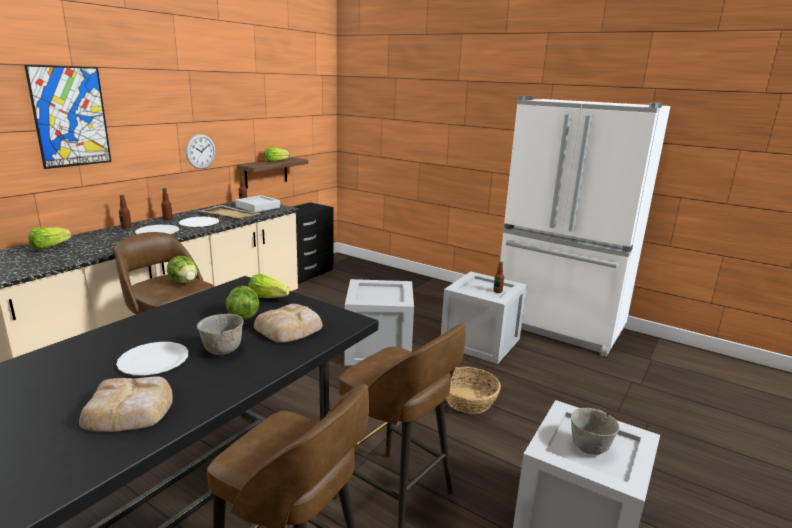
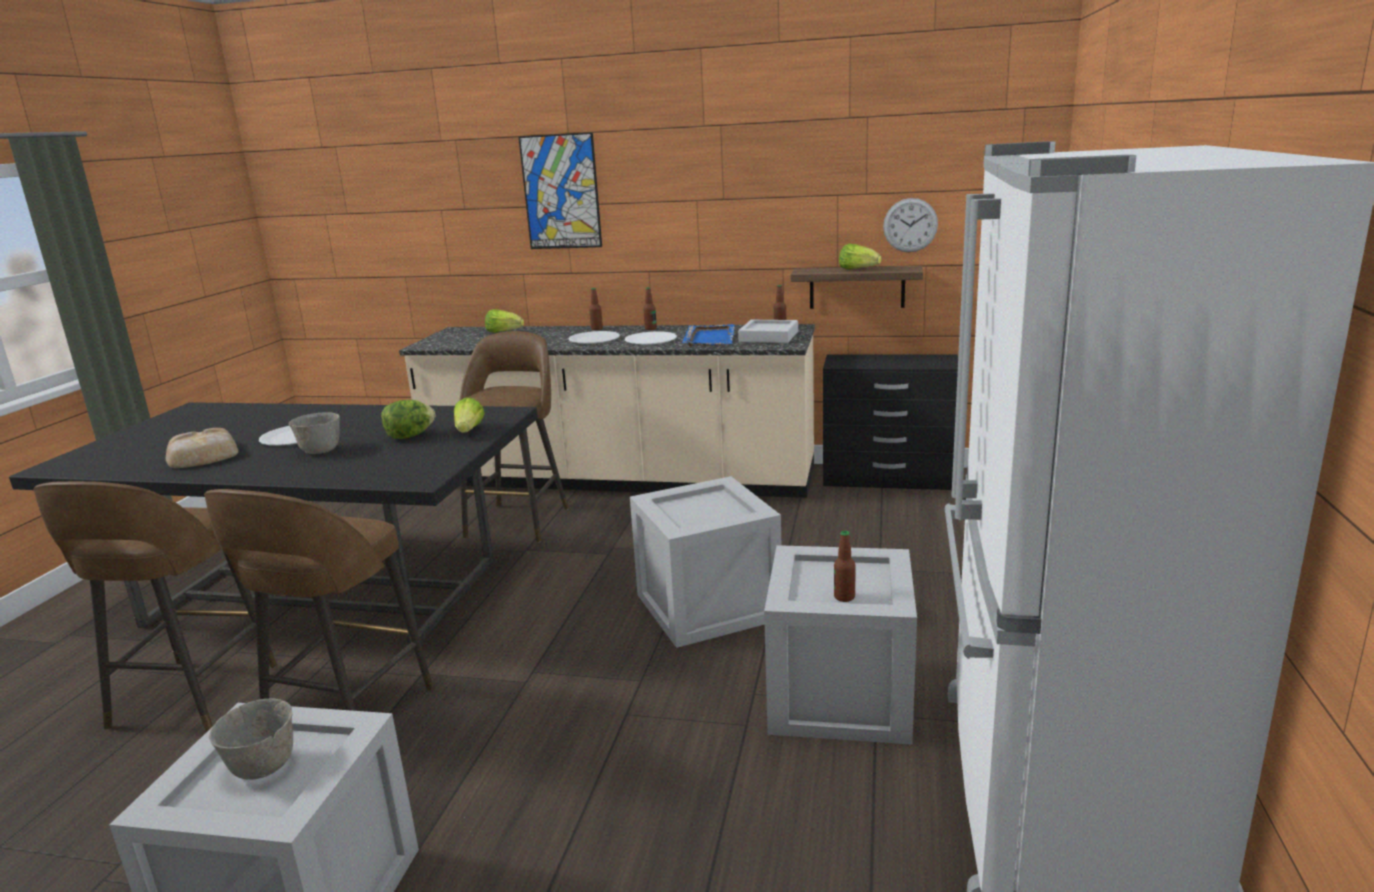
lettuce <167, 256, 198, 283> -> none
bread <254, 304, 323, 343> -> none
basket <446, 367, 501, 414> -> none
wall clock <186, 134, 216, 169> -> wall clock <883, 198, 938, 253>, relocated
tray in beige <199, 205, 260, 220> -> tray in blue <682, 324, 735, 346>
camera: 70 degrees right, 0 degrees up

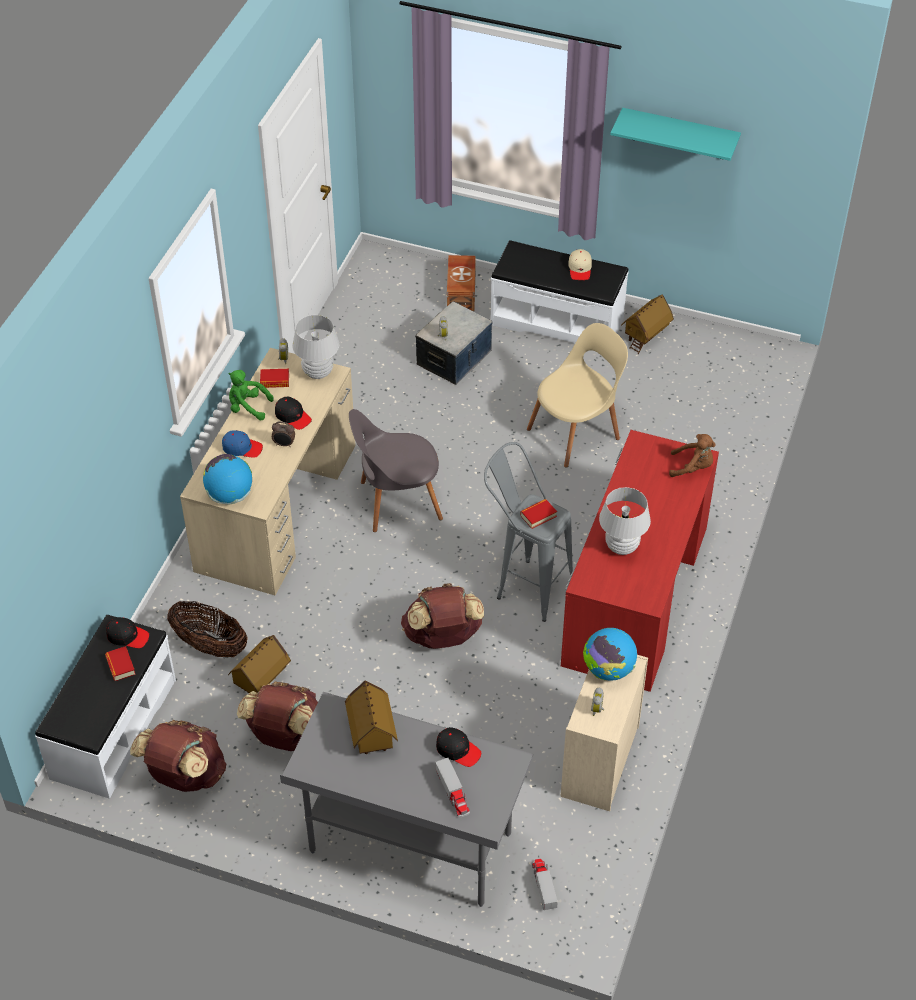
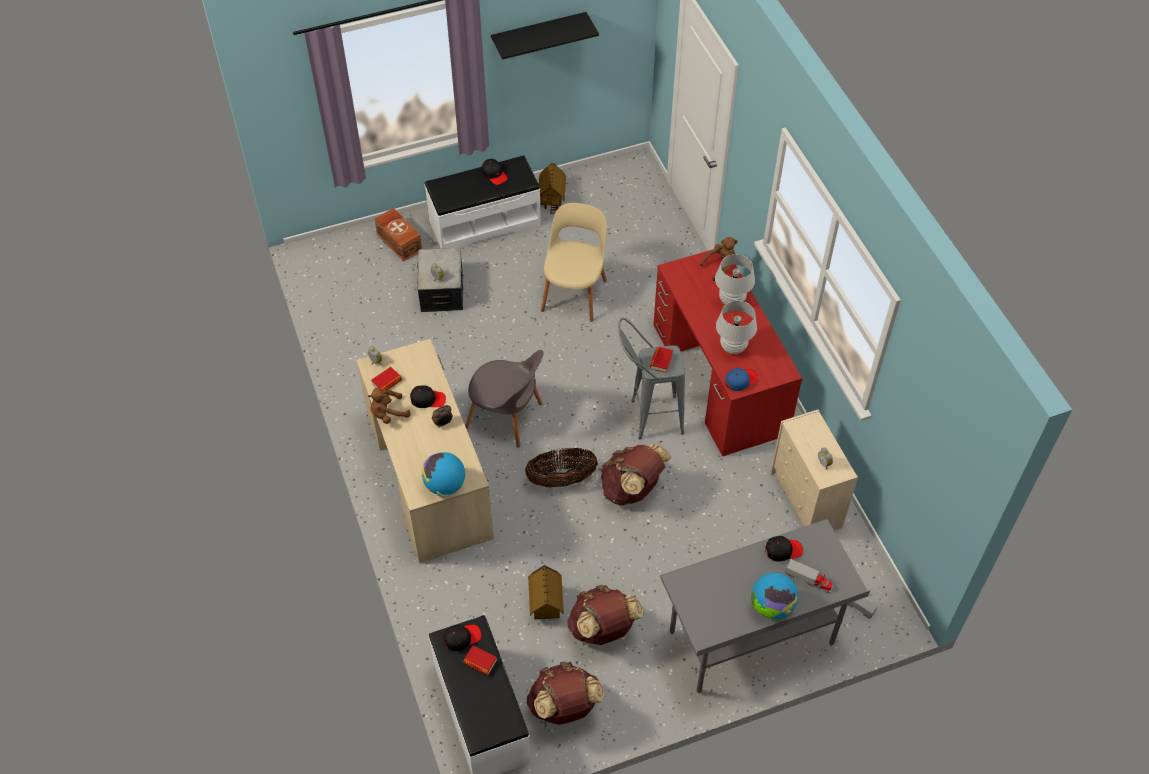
toy house <345, 680, 398, 754> -> none
basket <167, 601, 248, 657> -> basket <525, 448, 598, 488>, relocated
cap in blue <222, 430, 263, 458> -> cap in blue <725, 368, 758, 391>, relocated
table lamp in white <292, 315, 339, 379> -> table lamp in white <715, 254, 755, 305>, relocated
globe <583, 628, 637, 681> -> globe <751, 573, 798, 620>, relocated
plush toy in green <229, 370, 274, 421> -> plush toy in brown <368, 388, 411, 424>
cap in beige <568, 249, 592, 280> -> cap in black <482, 159, 508, 185>
shelf in turquoise <610, 108, 741, 161> -> shelf in black <491, 12, 599, 60>
chair in grey <349, 409, 443, 532> -> chair in grey <465, 350, 544, 448>, 105 degrees counterclockwise
camera: 40 degrees left, 5 degrees up

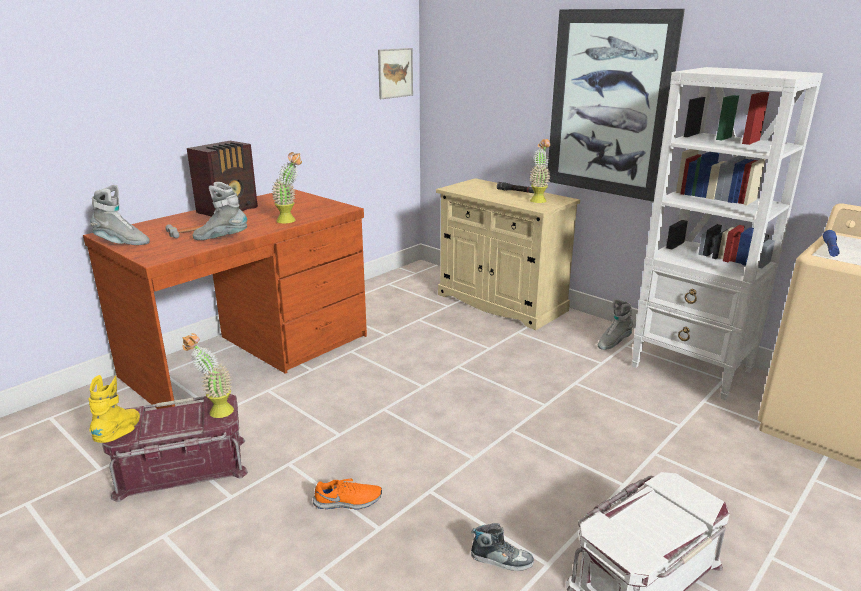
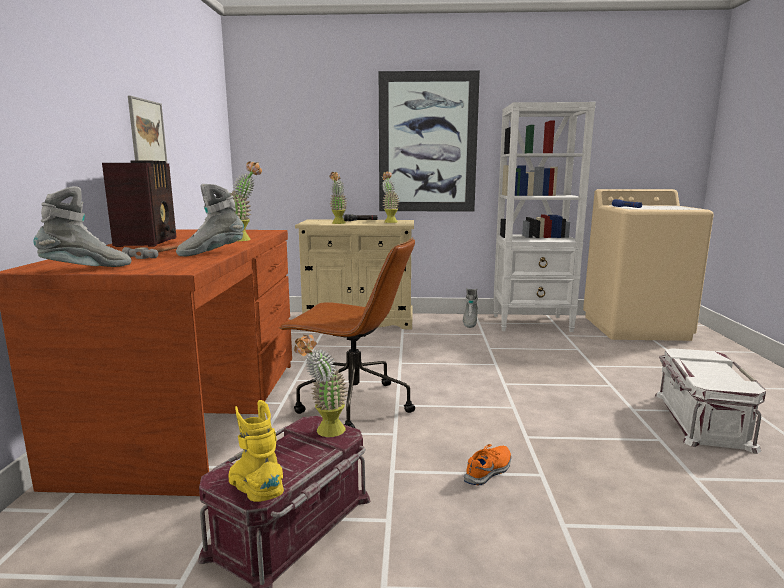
shoe <471, 523, 534, 571> -> none
none -> office chair in brown <279, 238, 415, 428>
none -> potted plant <329, 172, 347, 224>
picture <378, 48, 413, 99> -> picture <128, 96, 167, 163>, relocated
camera: 40 degrees left, 10 degrees down

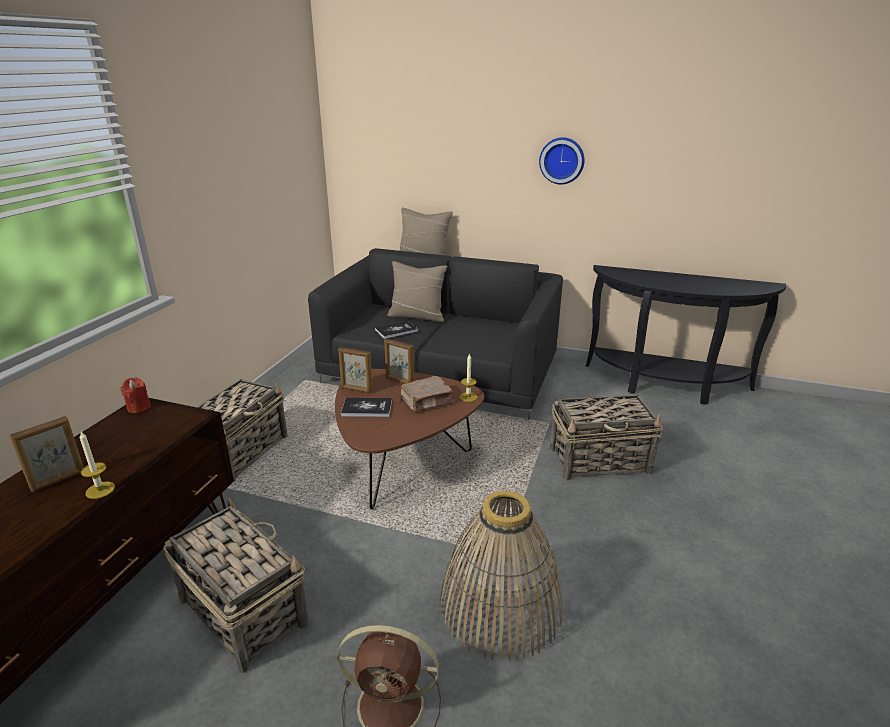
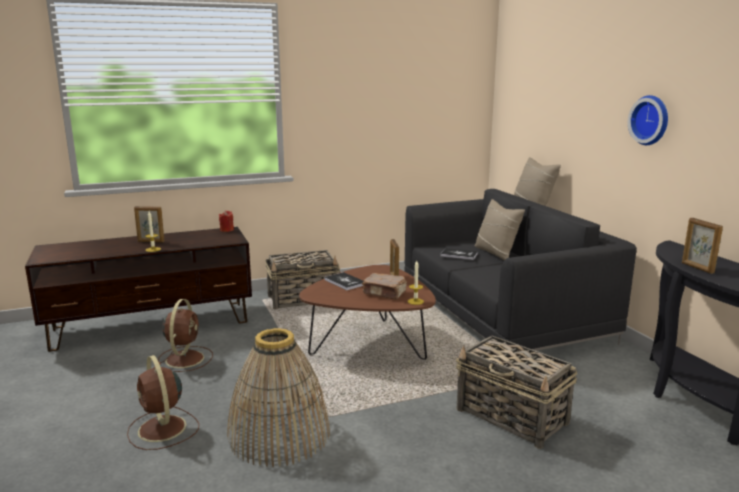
picture frame <338, 347, 373, 394> -> picture frame <682, 218, 723, 274>, relocated
basket <163, 498, 308, 673> -> fan in brown <158, 299, 213, 372>
camera: 50 degrees right, 10 degrees down

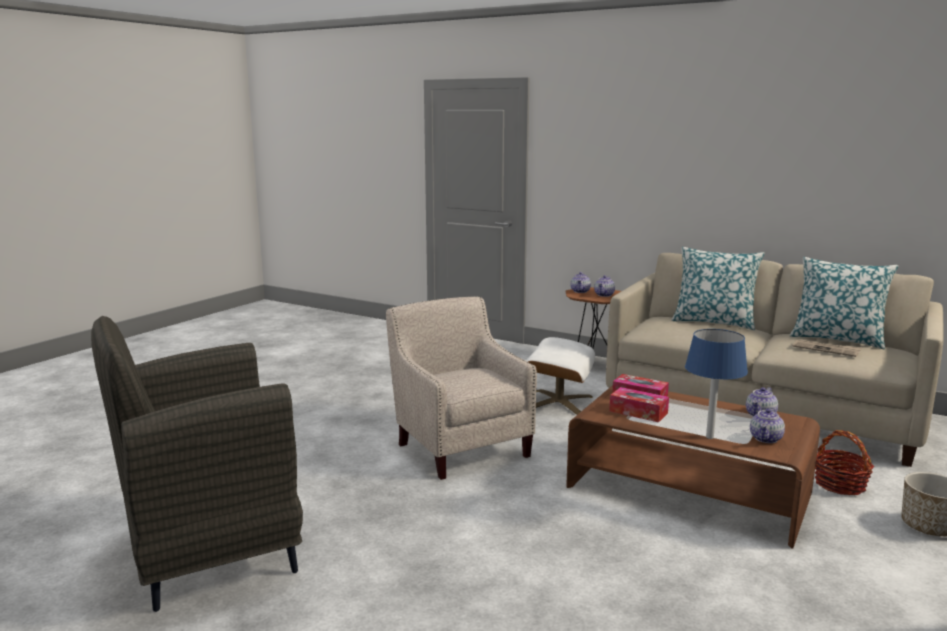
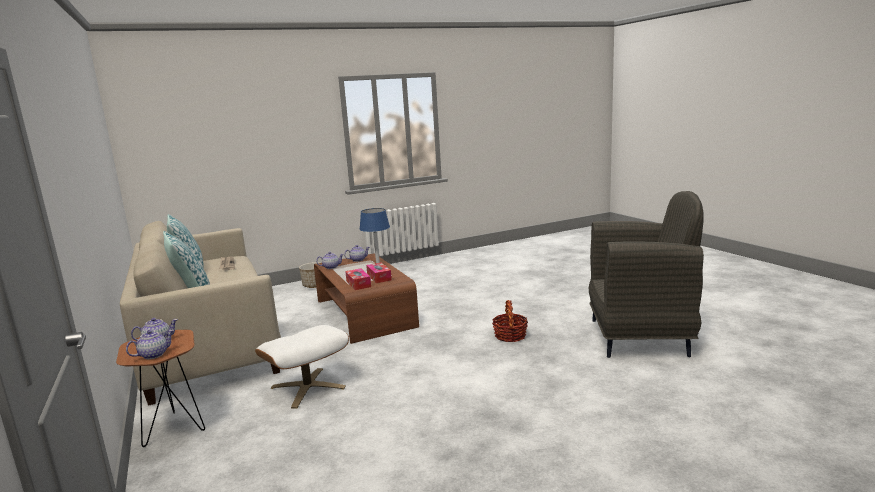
armchair in beige <386, 296, 537, 480> -> none
basket <815, 430, 874, 495> -> basket <492, 300, 528, 342>, relocated
camera: 145 degrees left, 0 degrees up

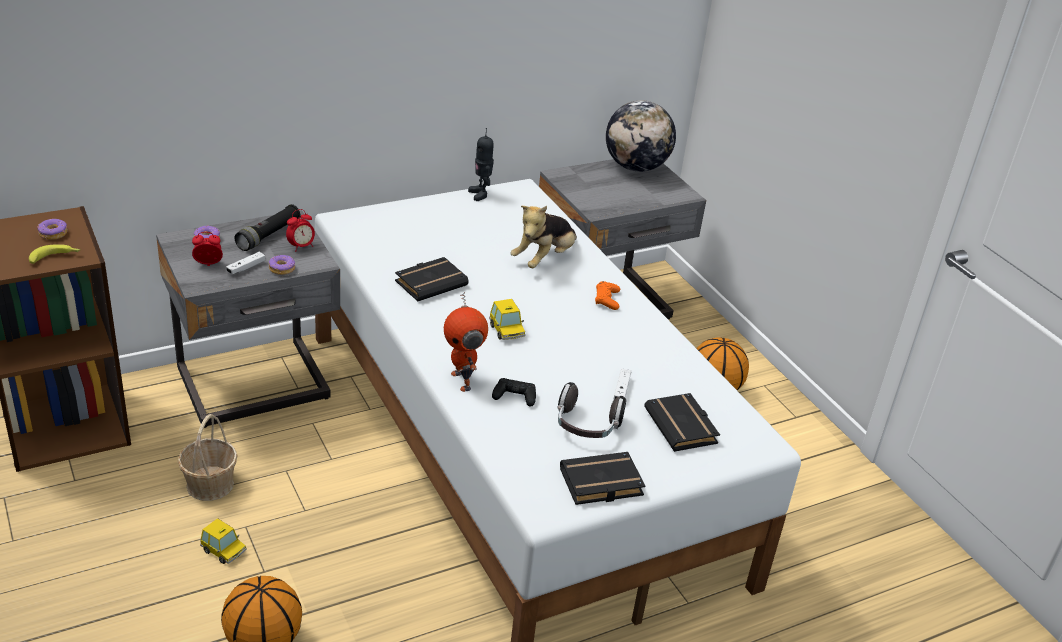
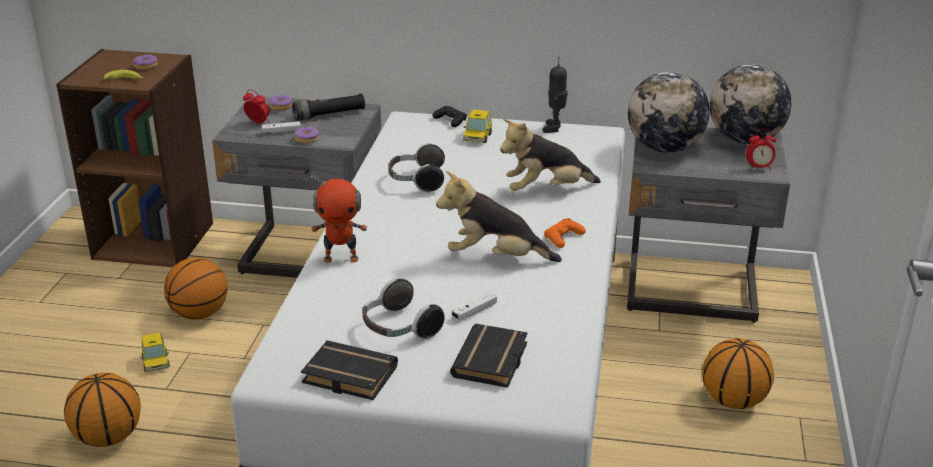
none -> plush toy <436, 171, 562, 262>
none -> globe <628, 72, 710, 153>
alarm clock <286, 209, 315, 252> -> alarm clock <746, 129, 776, 171>, relocated
toy car <489, 299, 525, 340> -> toy car <463, 109, 492, 143>, relocated
game controller in black <492, 378, 536, 407> -> game controller in black <432, 106, 467, 127>, relocated
basket <178, 414, 238, 501> -> basketball <164, 258, 228, 320>
book in black <395, 257, 469, 301> -> headphones <388, 143, 445, 193>
toy robot <444, 292, 488, 392> -> toy robot <311, 173, 367, 263>, 105 degrees counterclockwise
camera: 40 degrees right, 5 degrees down

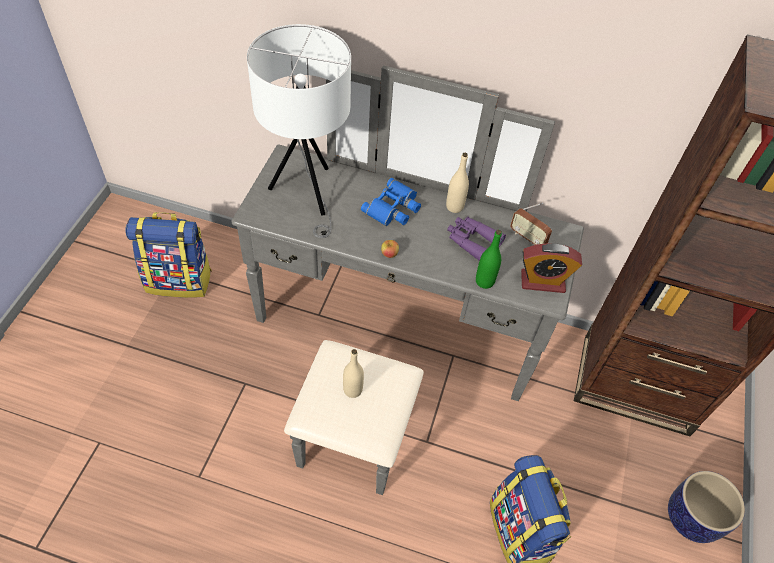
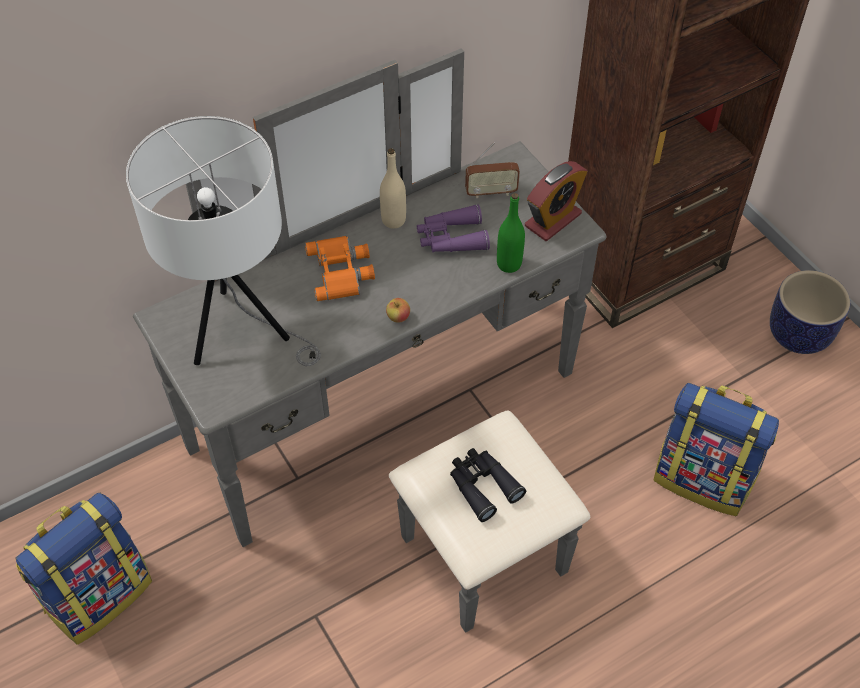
bottle in beige <343, 349, 364, 398> -> binoculars in black <450, 448, 526, 522>
binoculars in blue <361, 178, 421, 226> -> binoculars in orange <305, 236, 375, 301>
camera: 45 degrees left, 0 degrees up

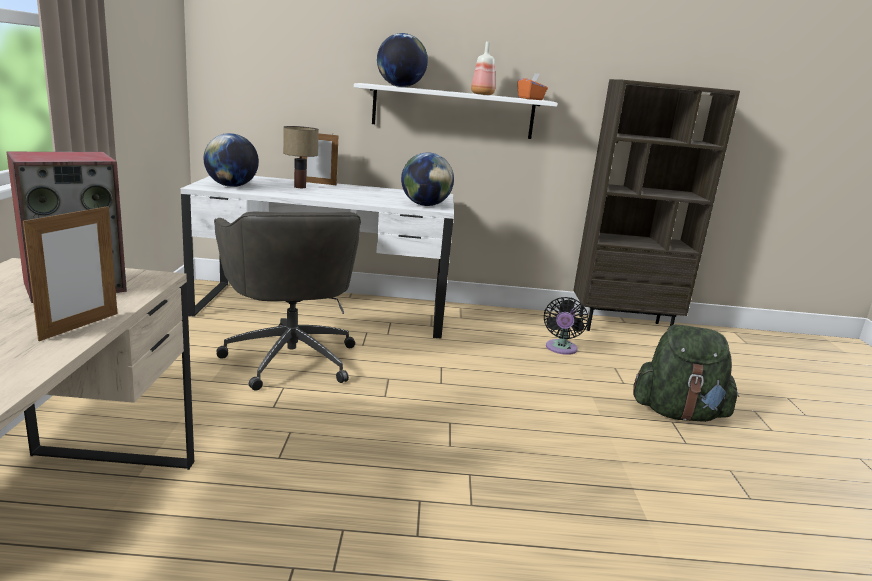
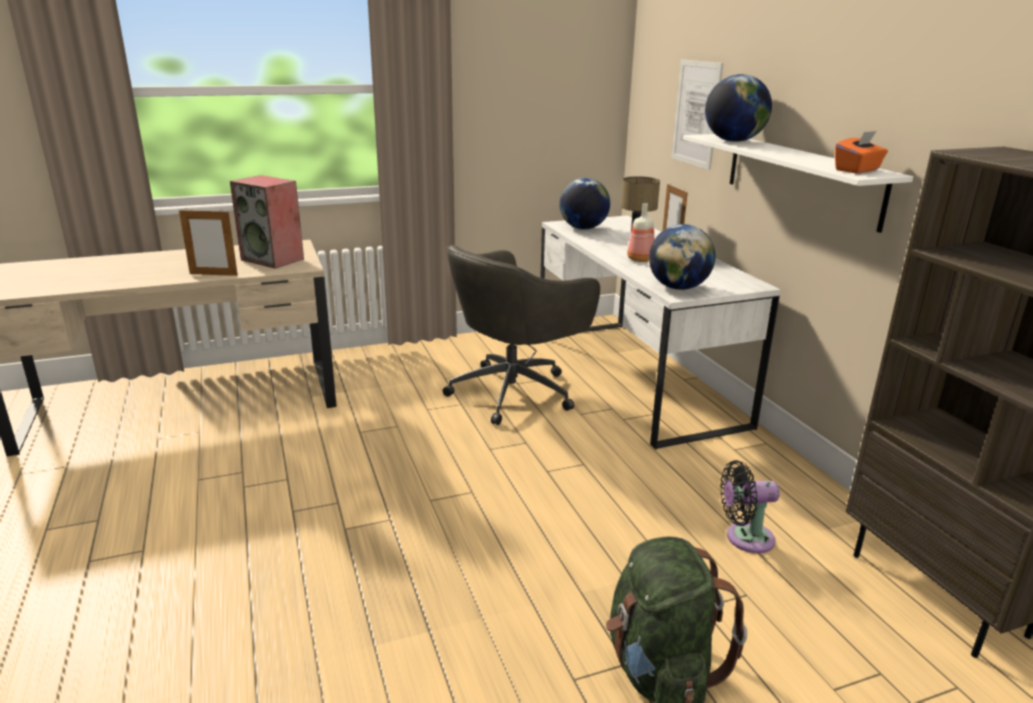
none -> picture <671, 59, 723, 170>
bottle <471, 42, 495, 95> -> bottle <627, 203, 655, 262>, relocated
camera: 70 degrees right, 5 degrees up

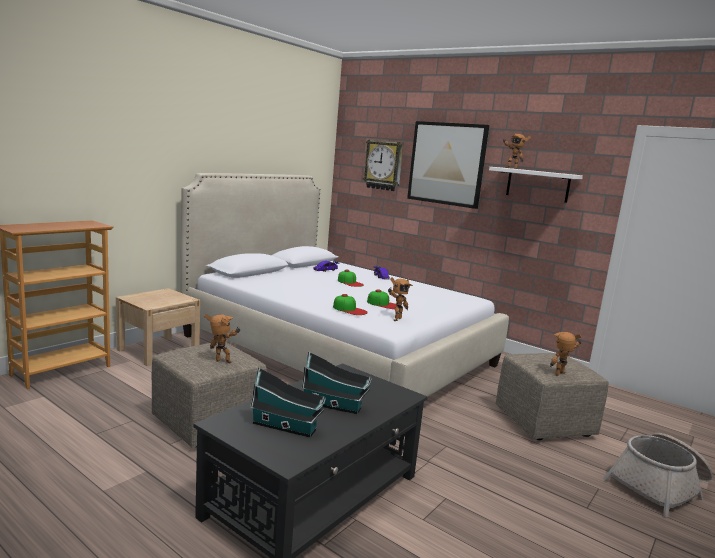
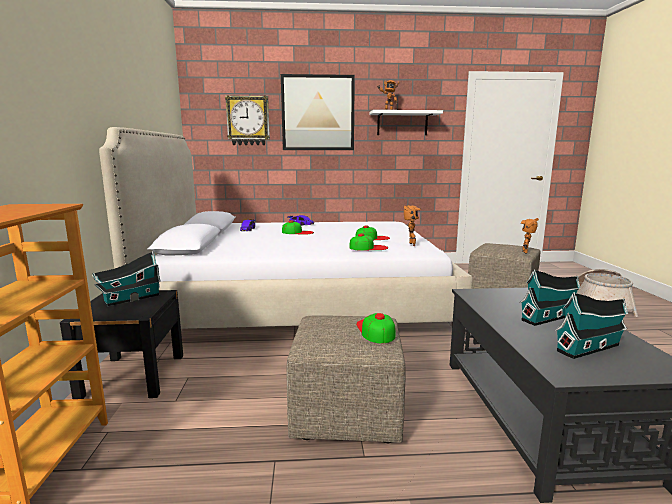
none -> toy house <92, 251, 161, 306>
toy robot <204, 314, 240, 363> -> cap <356, 313, 396, 343>
nightstand in beige <116, 288, 200, 366> -> nightstand in black <60, 290, 183, 399>
camera: 40 degrees left, 0 degrees up

